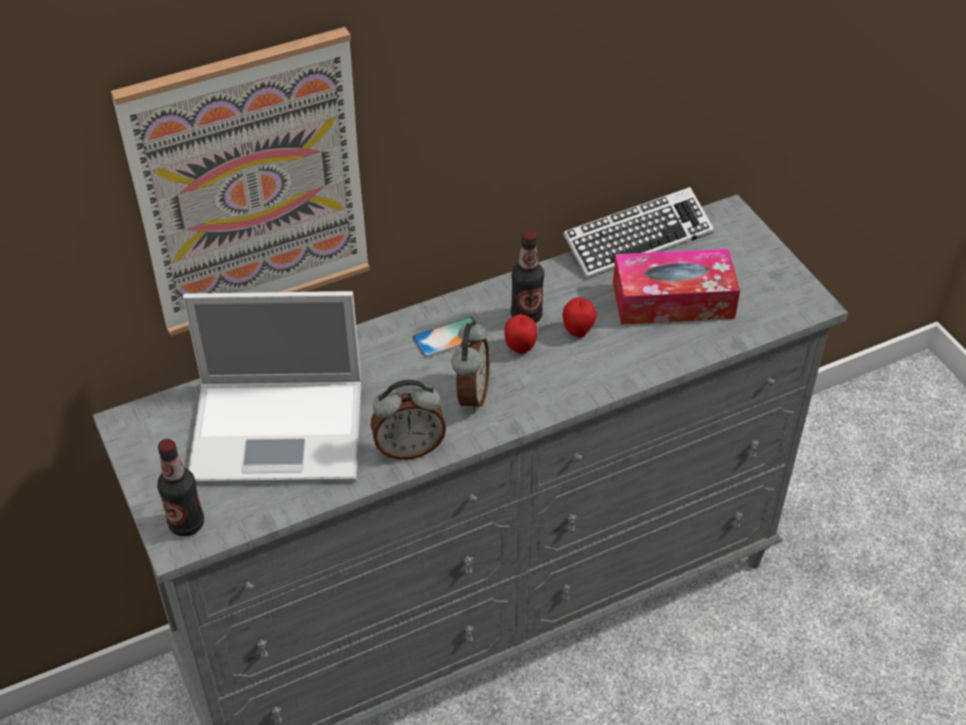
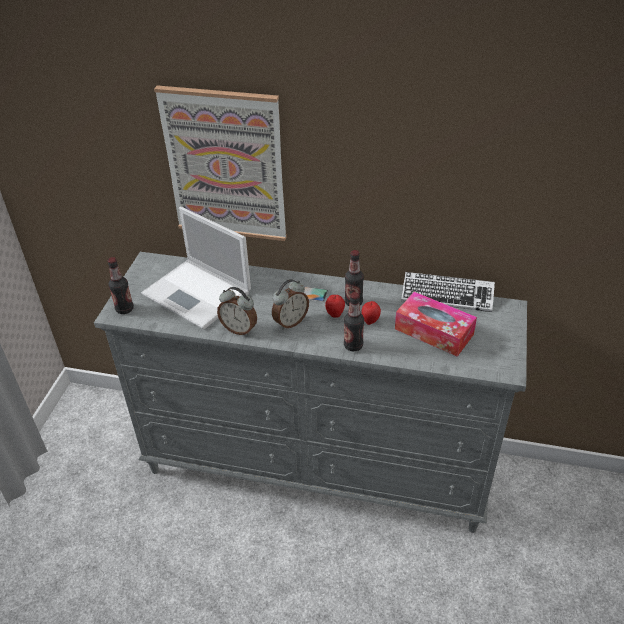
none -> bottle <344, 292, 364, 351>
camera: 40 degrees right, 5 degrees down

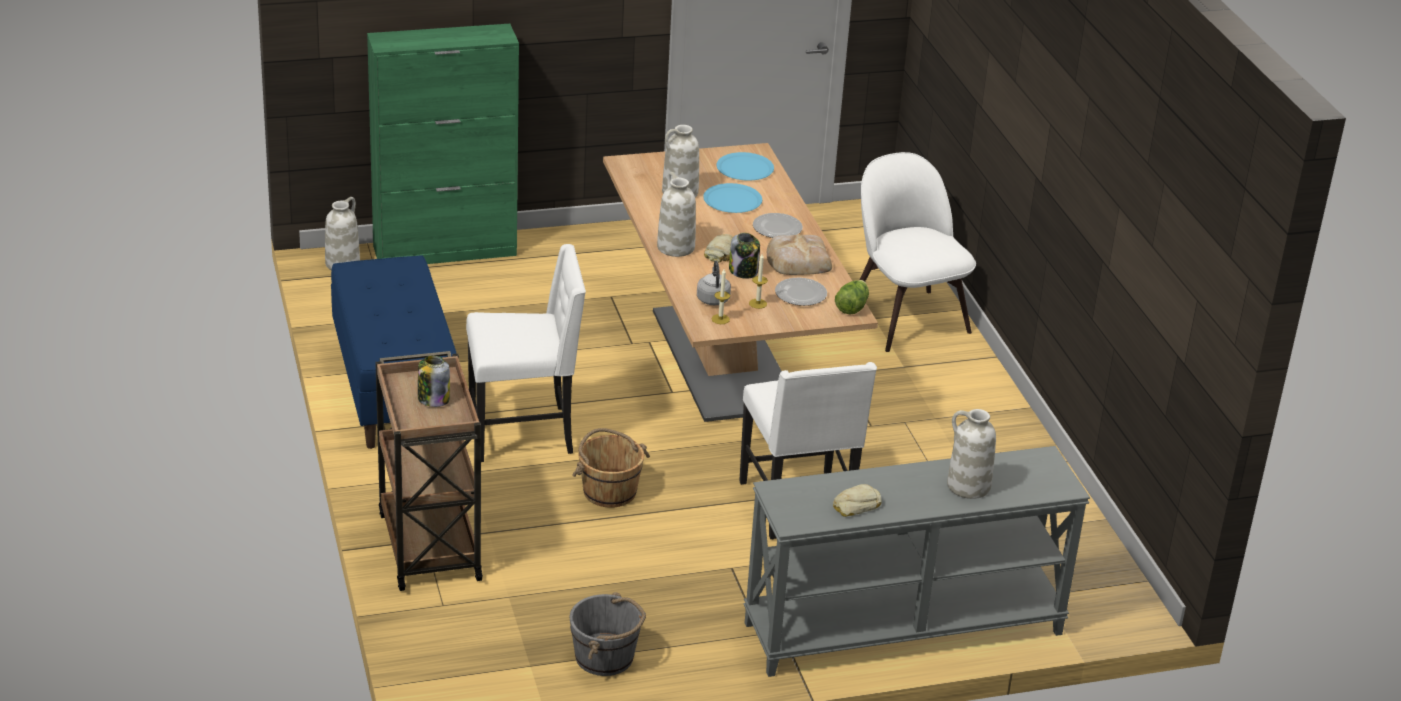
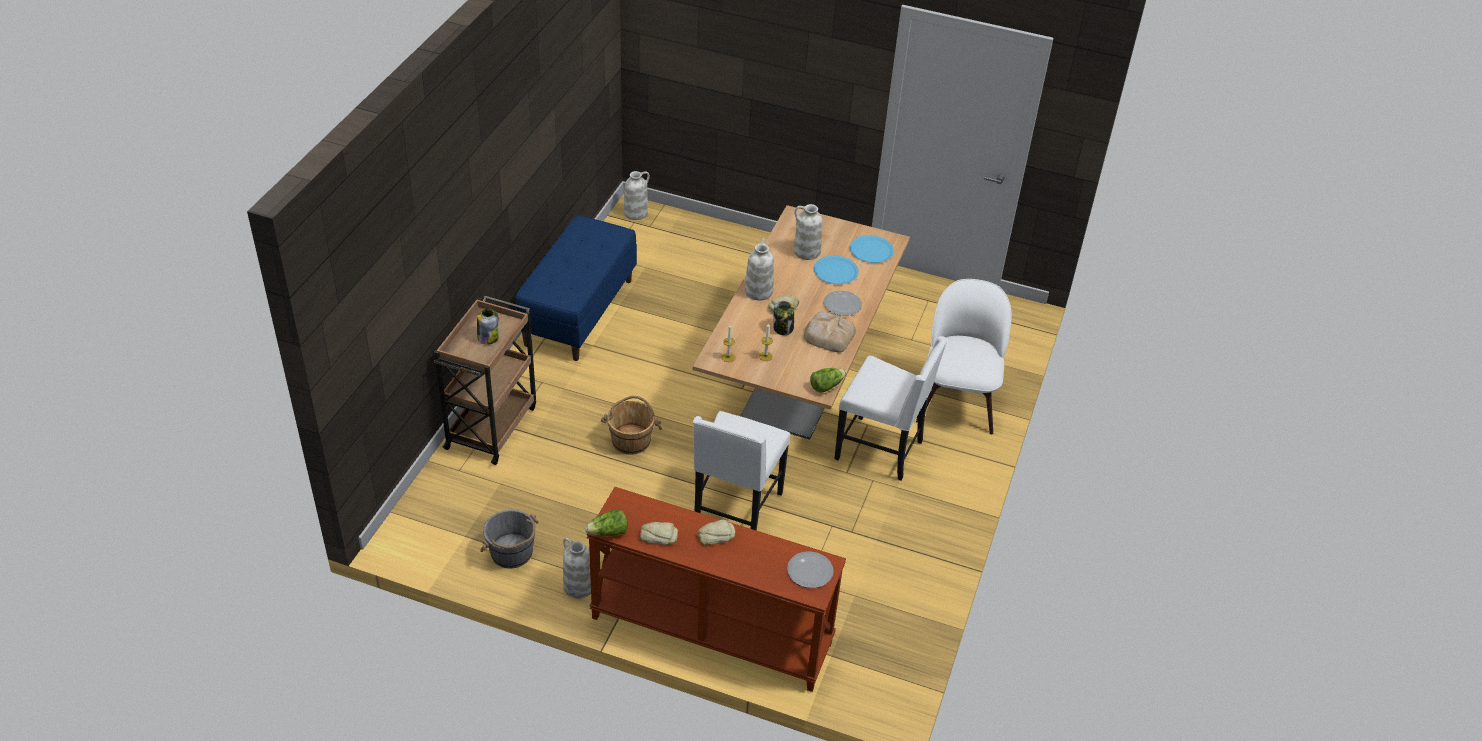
cabinet in green <367, 24, 519, 264> -> none
kettle in grey <697, 261, 731, 305> -> none
none -> lettuce <585, 510, 628, 536>
none -> bread <697, 520, 735, 545>
chair in white <466, 244, 586, 462> -> chair in white <834, 336, 948, 481>, relocated
plate <775, 278, 827, 306> -> plate <787, 551, 833, 588>, relocated
vase in white <947, 409, 996, 499> -> vase in white <563, 538, 591, 599>, relocated
console table in grey <743, 446, 1090, 677> -> console table in brown <586, 487, 846, 692>
camera: 35 degrees right, 10 degrees up

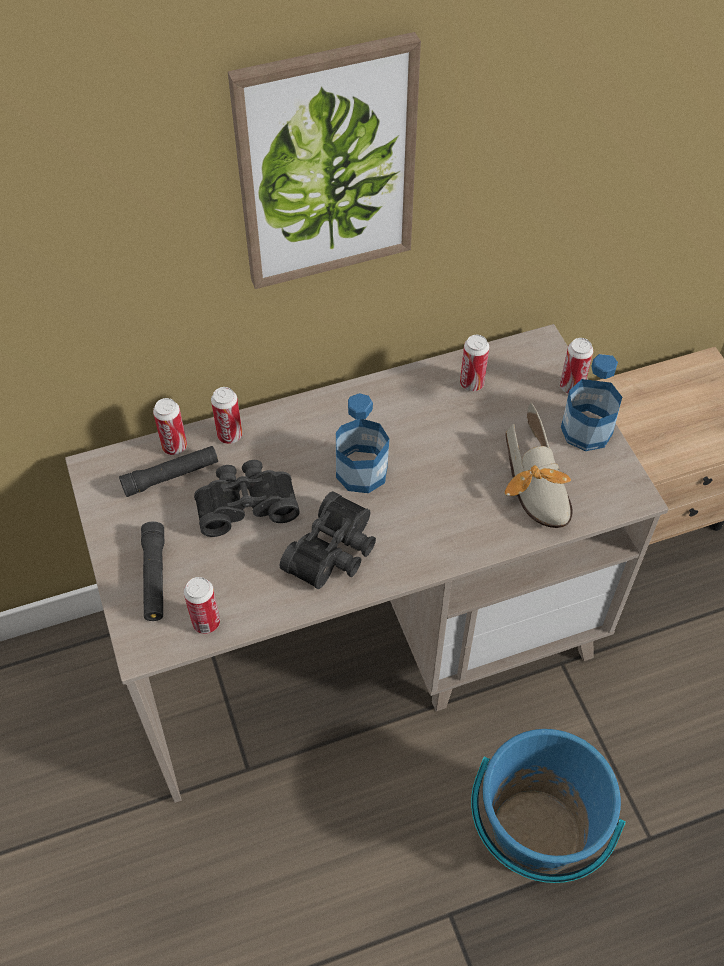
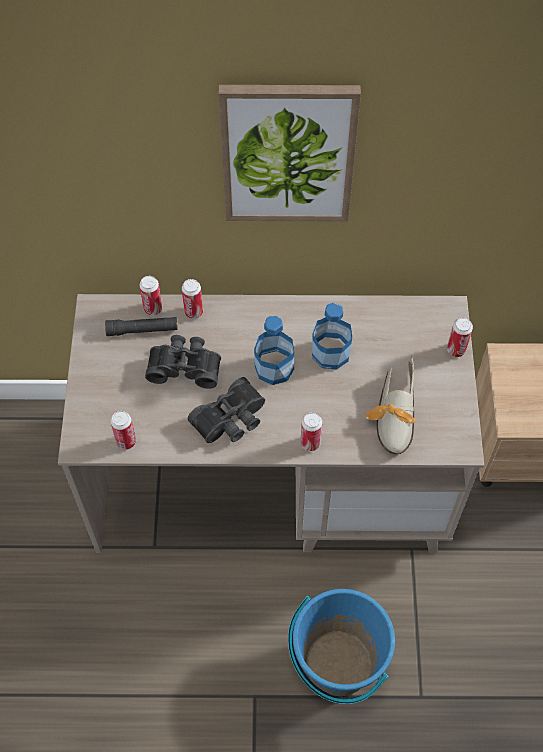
flashlight in black <141, 521, 164, 621> -> none
can <460, 335, 489, 391> -> can <301, 412, 322, 451>, relocated
bottle <561, 354, 622, 451> -> bottle <312, 302, 352, 370>, relocated
camera: 20 degrees right, 5 degrees up

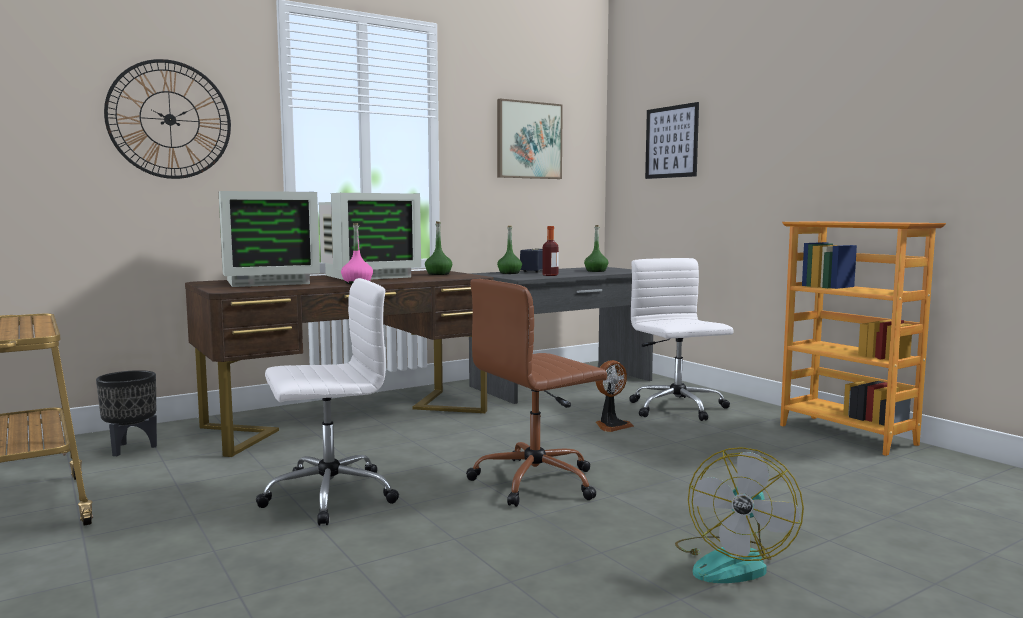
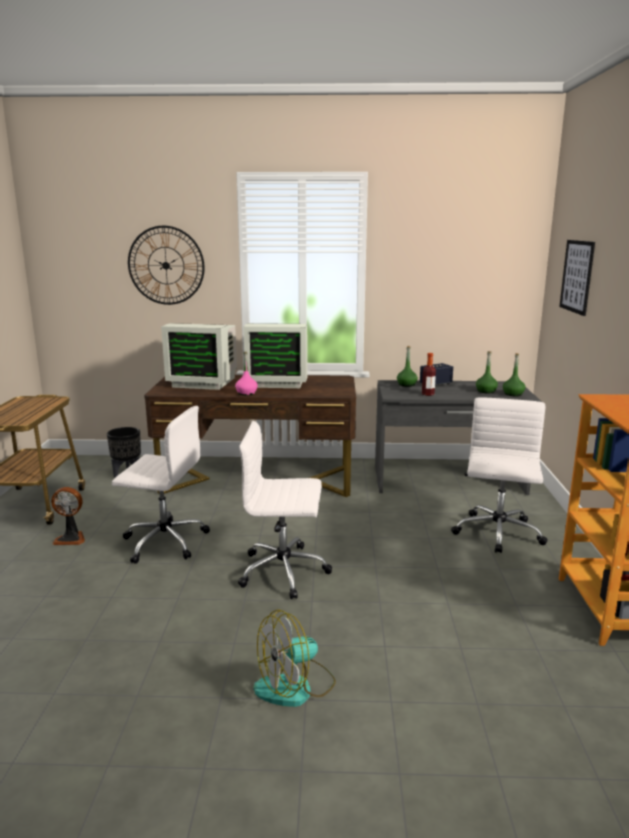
picture <497, 99, 563, 179> -> none
bottle in green <425, 221, 452, 275> -> bottle in green <503, 353, 525, 396>, relocated
fan <595, 360, 634, 432> -> fan <51, 487, 85, 545>, relocated
office chair in brown <466, 279, 607, 507> -> office chair in white <238, 421, 332, 599>
camera: 35 degrees right, 10 degrees up

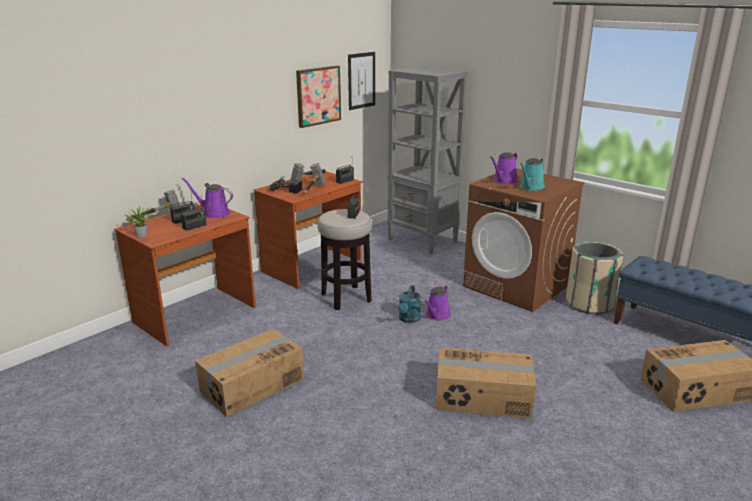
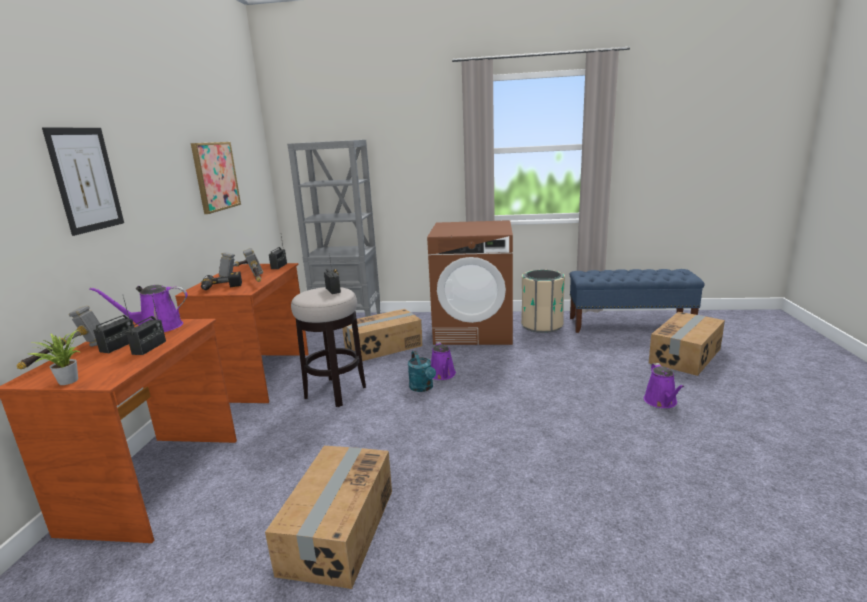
watering can in turquoise <519, 158, 545, 191> -> none
picture <348, 52, 375, 110> -> picture <42, 127, 124, 236>, relocated
cardboard box <436, 347, 536, 419> -> cardboard box <342, 309, 422, 361>, relocated
watering can in purple <490, 152, 518, 184> -> watering can in purple <644, 363, 684, 408>, relocated
camera: 35 degrees left, 5 degrees down

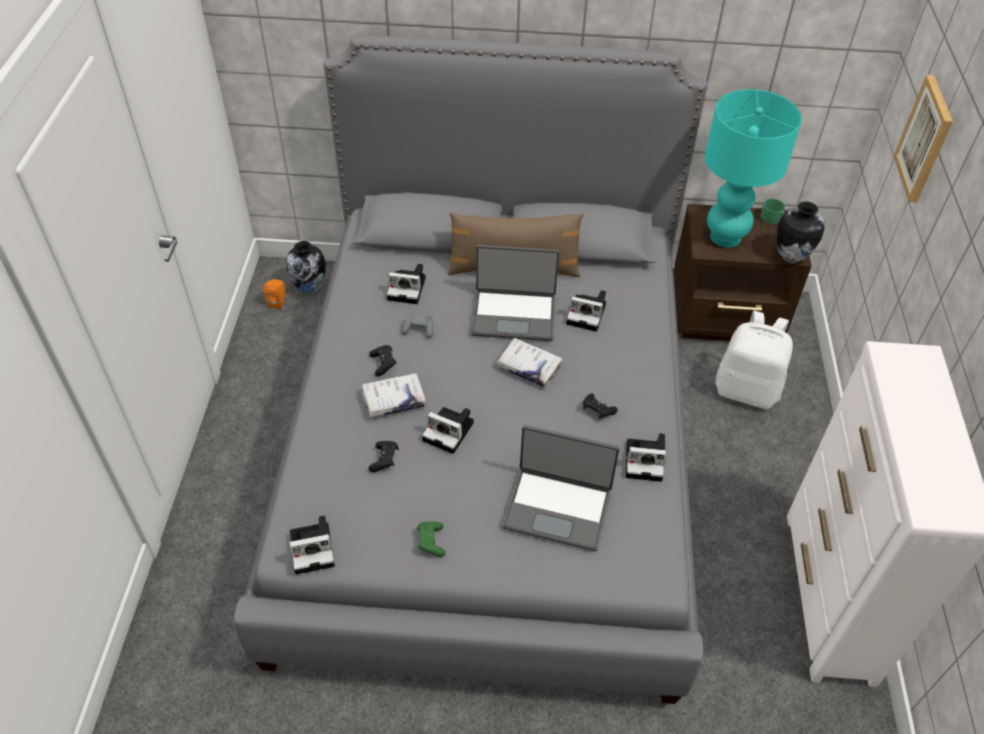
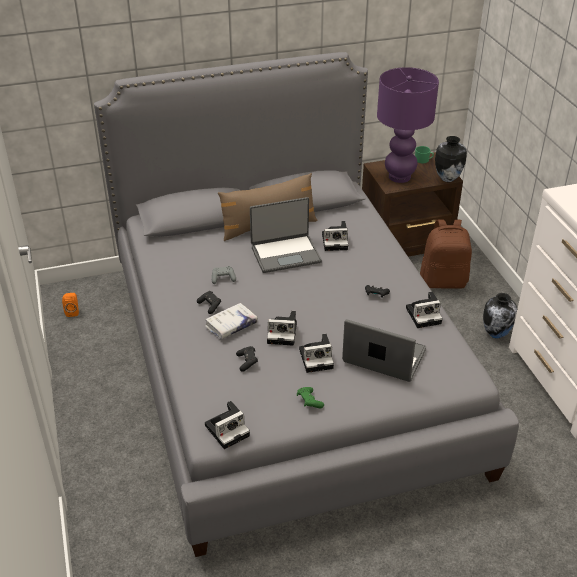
book in white <496, 338, 563, 387> -> none
picture <894, 75, 953, 203> -> none
vase <286, 241, 326, 294> -> vase <483, 293, 517, 339>, relocated
photo camera <387, 264, 425, 304> -> photo camera <299, 334, 334, 373>, relocated
table lamp in turquoise <705, 89, 802, 247> -> table lamp in purple <377, 67, 439, 183>
backpack in white <715, 311, 793, 409> -> backpack in brown <420, 220, 472, 288>
laptop <502, 425, 620, 551> -> laptop <342, 319, 426, 382>, 150 degrees counterclockwise
camera: 20 degrees left, 10 degrees down

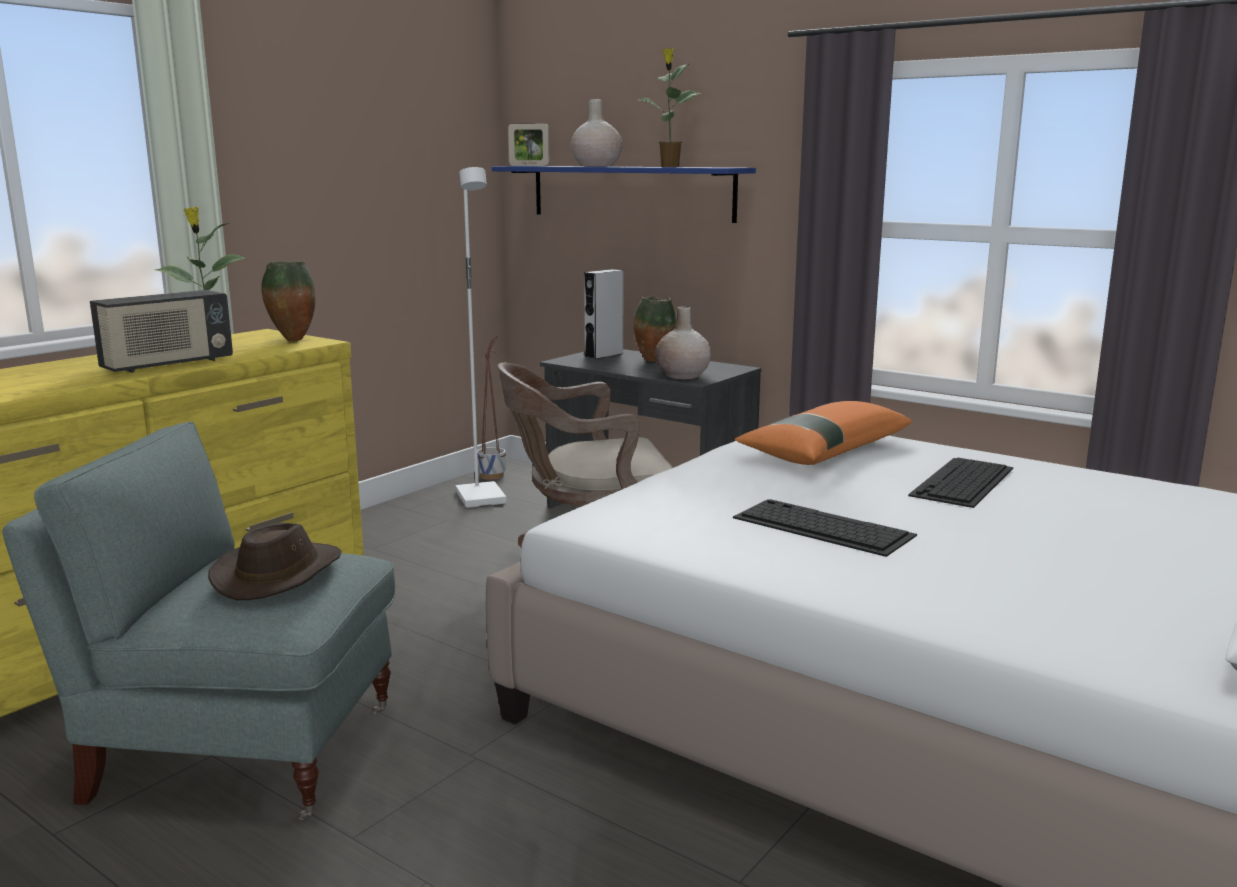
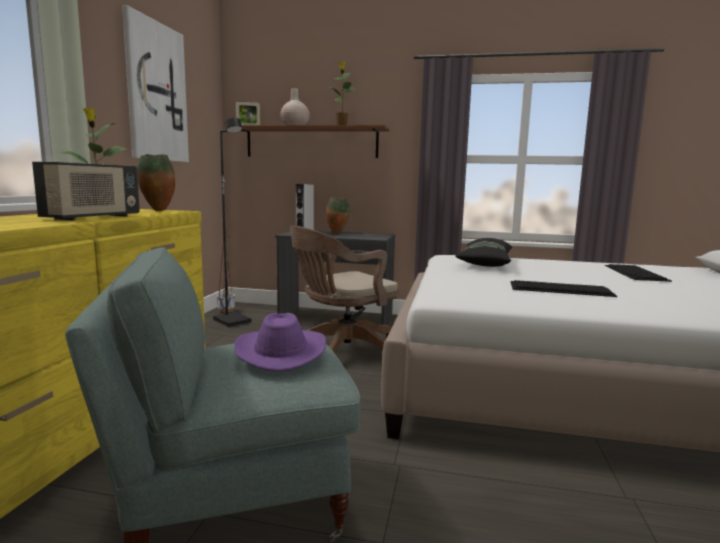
vase in beige <655, 306, 711, 379> -> none
none -> picture <122, 5, 189, 162>
keyboard <908, 458, 1013, 508> -> keyboard <605, 264, 672, 282>, relocated
hat in brown <208, 523, 341, 600> -> hat in purple <234, 313, 326, 372>
floor lamp in white <455, 167, 506, 508> -> floor lamp in black <213, 118, 251, 327>
shelf in blue <492, 166, 756, 223> -> shelf in brown <241, 125, 390, 158>
pillow in orange <735, 401, 912, 465> -> pillow in black <455, 238, 512, 267>
camera: 25 degrees left, 5 degrees down

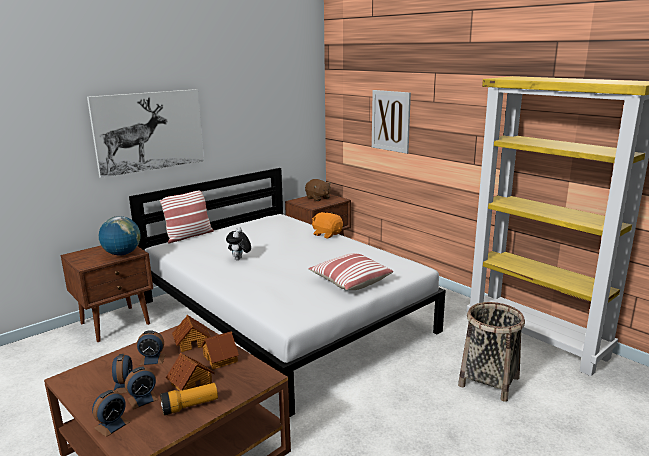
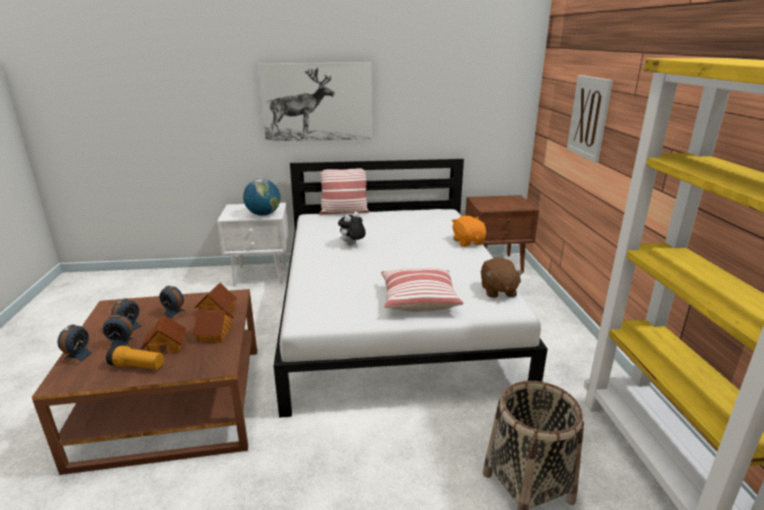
plush toy in brown <305, 179, 331, 201> -> plush toy in brown <481, 257, 524, 298>, relocated
nightstand in brown <60, 246, 153, 342> -> nightstand in white <217, 203, 289, 286>
alarm clock <92, 390, 130, 437> -> alarm clock <58, 324, 96, 365>, 60 degrees counterclockwise
camera: 35 degrees right, 5 degrees up

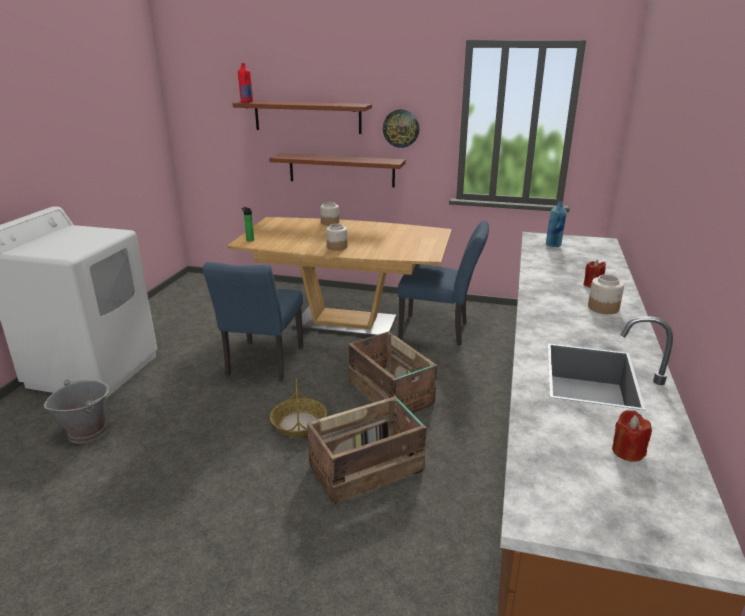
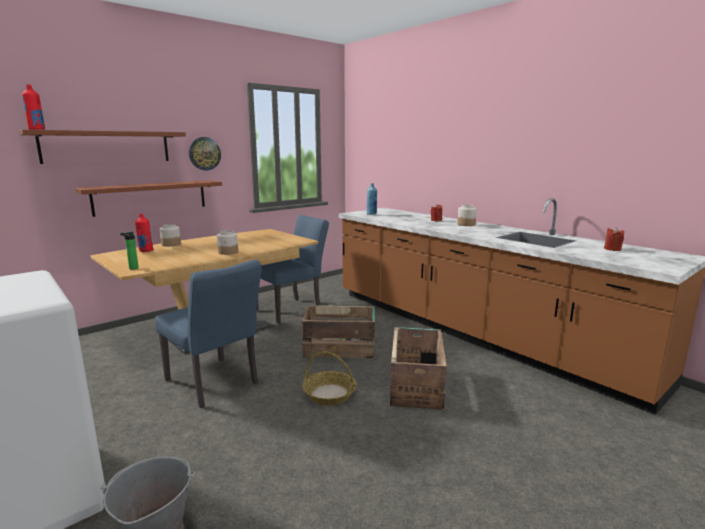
none -> bottle in red <135, 213, 153, 252>
camera: 55 degrees left, 10 degrees down

